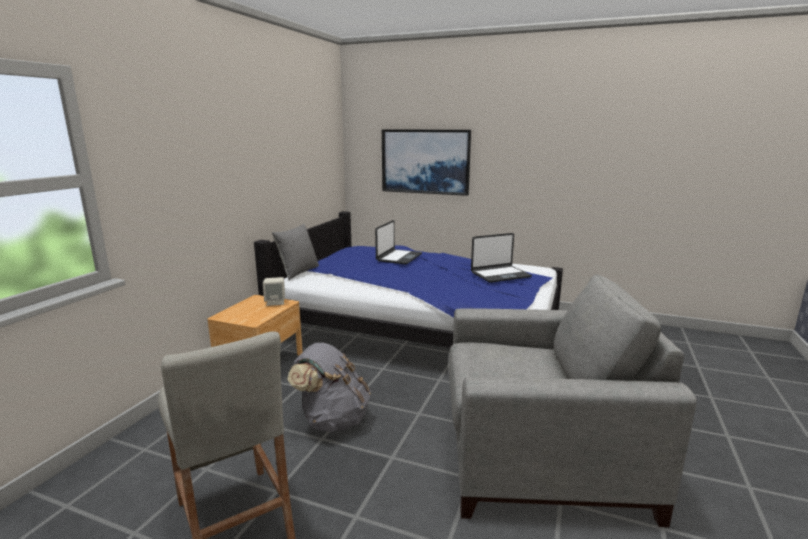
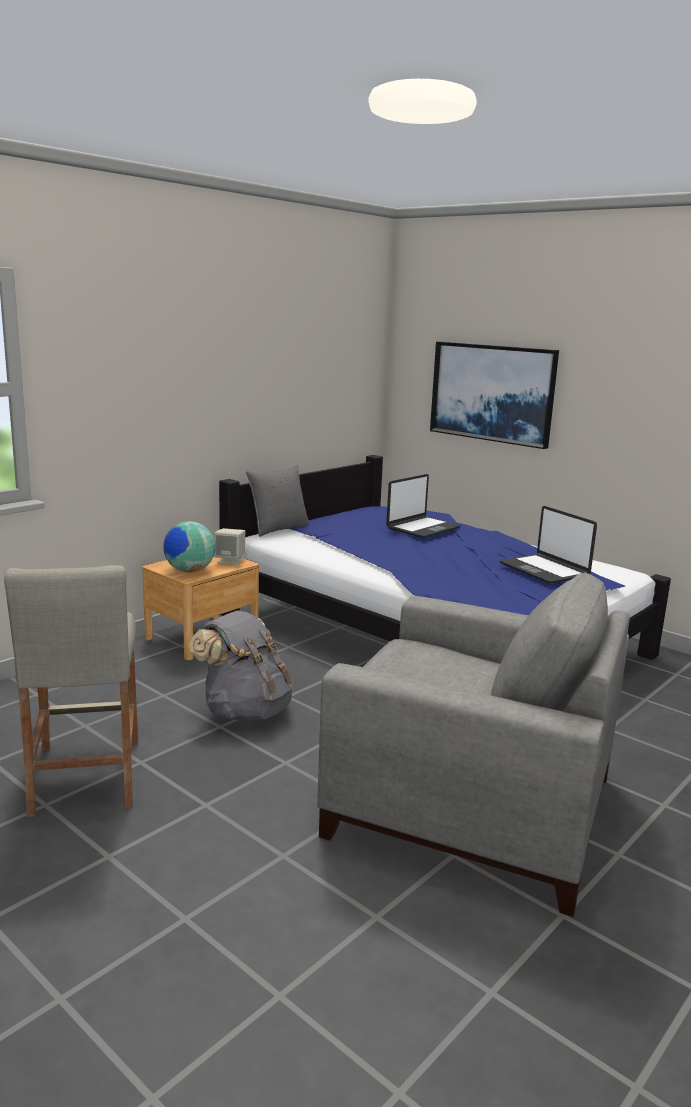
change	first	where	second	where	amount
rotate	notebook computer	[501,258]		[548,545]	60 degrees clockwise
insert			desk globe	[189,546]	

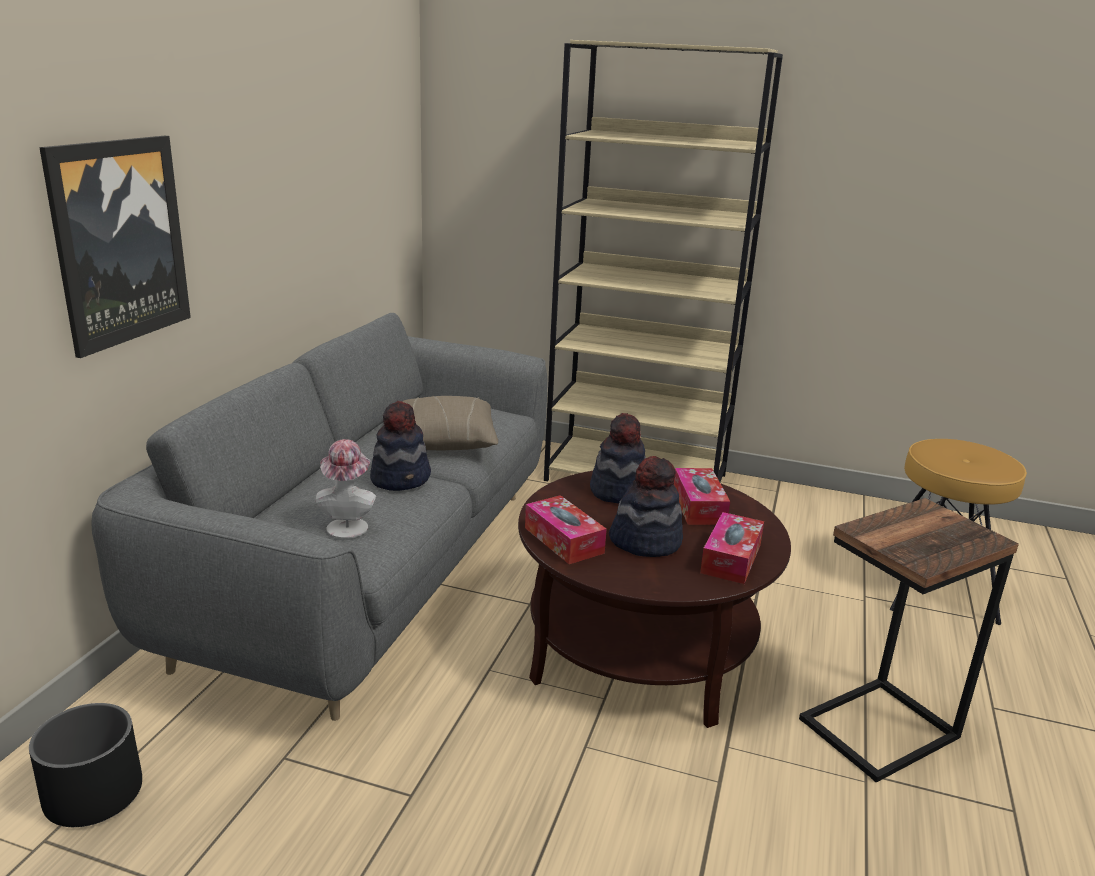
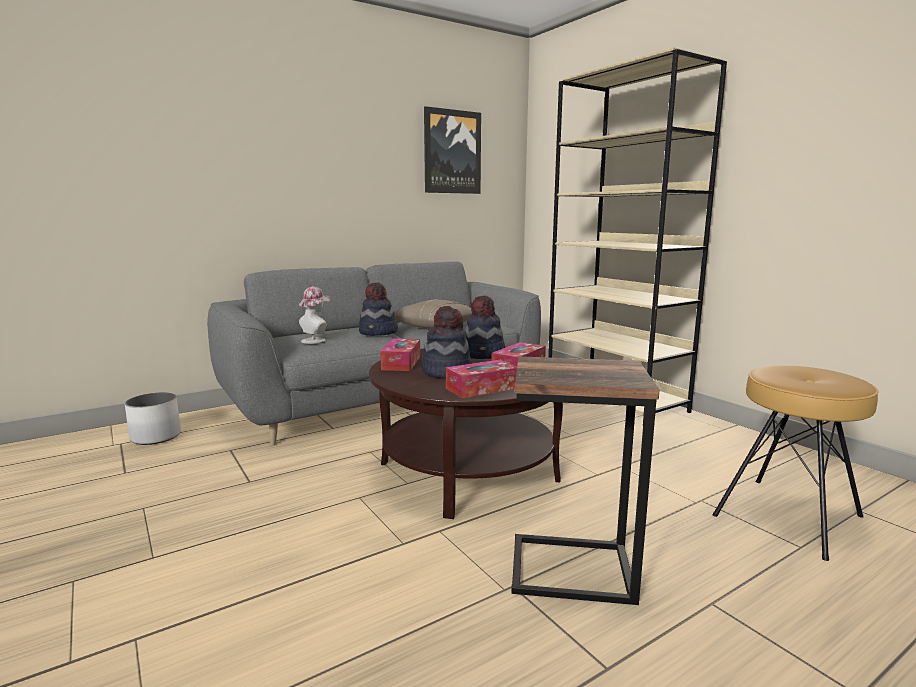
change	first	where	second	where	amount
recolor	blackish flower pot	[85,765]	whitish flower pot	[153,418]	
move	wall picture	[115,247]		[452,150]	

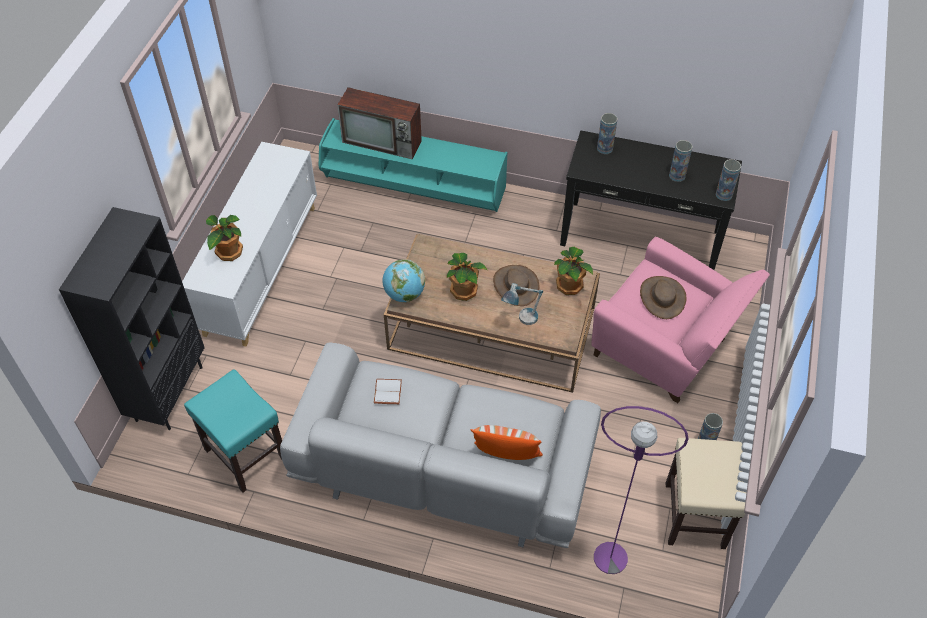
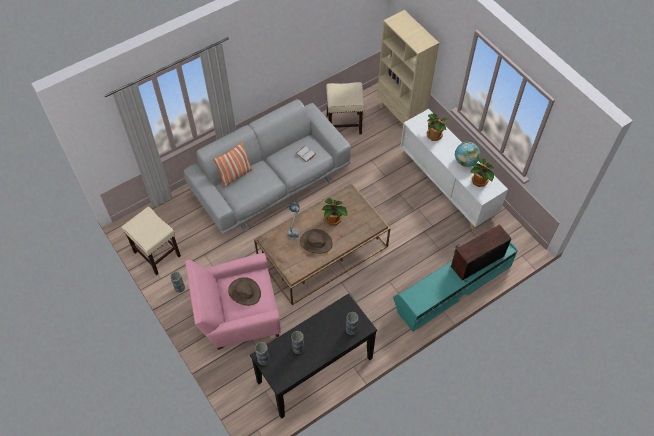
change	first	where	second	where	amount
recolor	blackish shelving unit	[132,318]	sand-coloured shelving unit	[408,67]	
recolor	blue-green stool	[233,431]	sand-coloured stool	[345,108]	
move	desk globe	[404,280]		[467,154]	
move	houseplant	[573,271]		[482,173]	
delete	purple-coloured standard lamp	[641,490]			

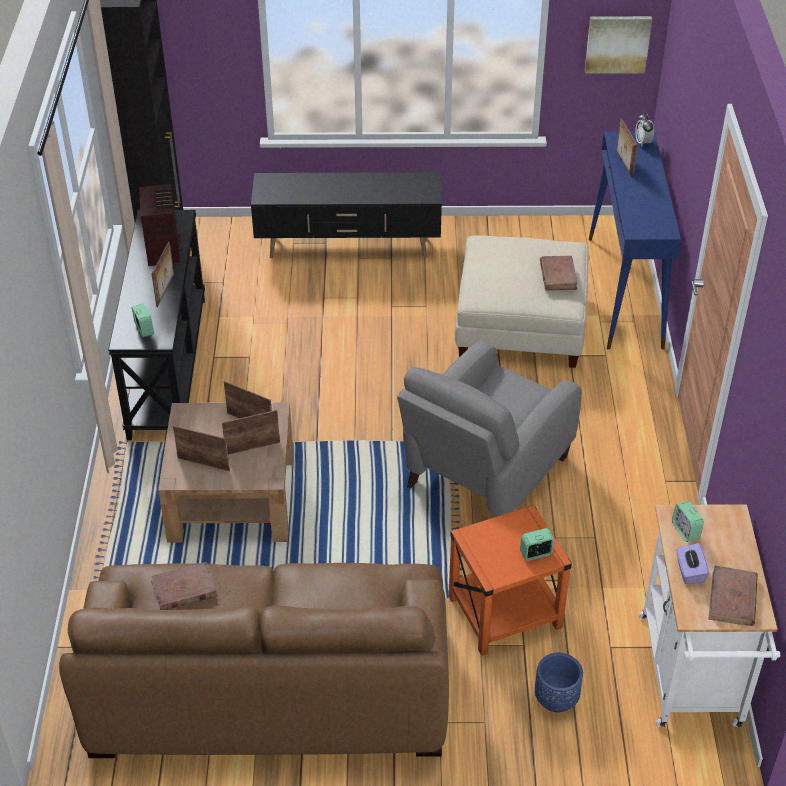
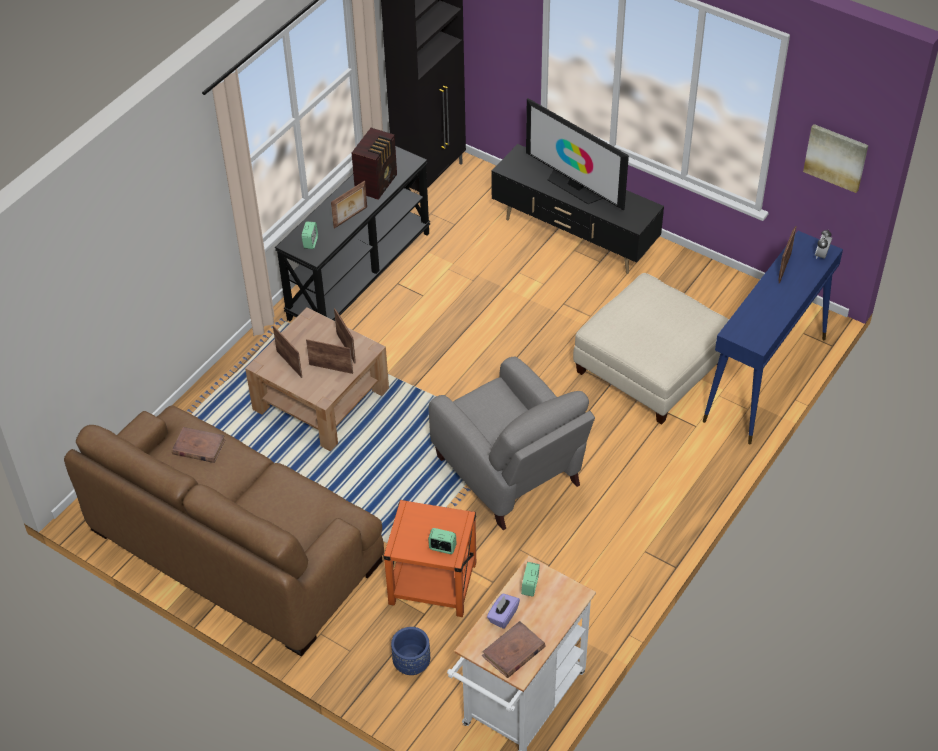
change	first	where	second	where	amount
rotate	grey easy chair	[489,428]		[512,443]	105 degrees counterclockwise
delete	brown volume	[559,273]			
insert			television	[577,154]	

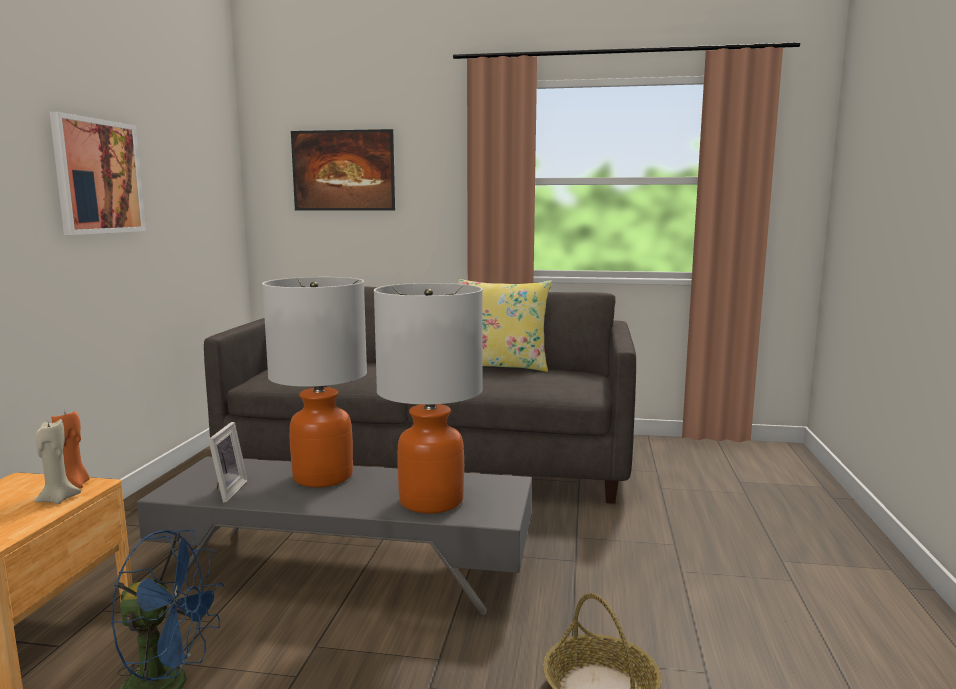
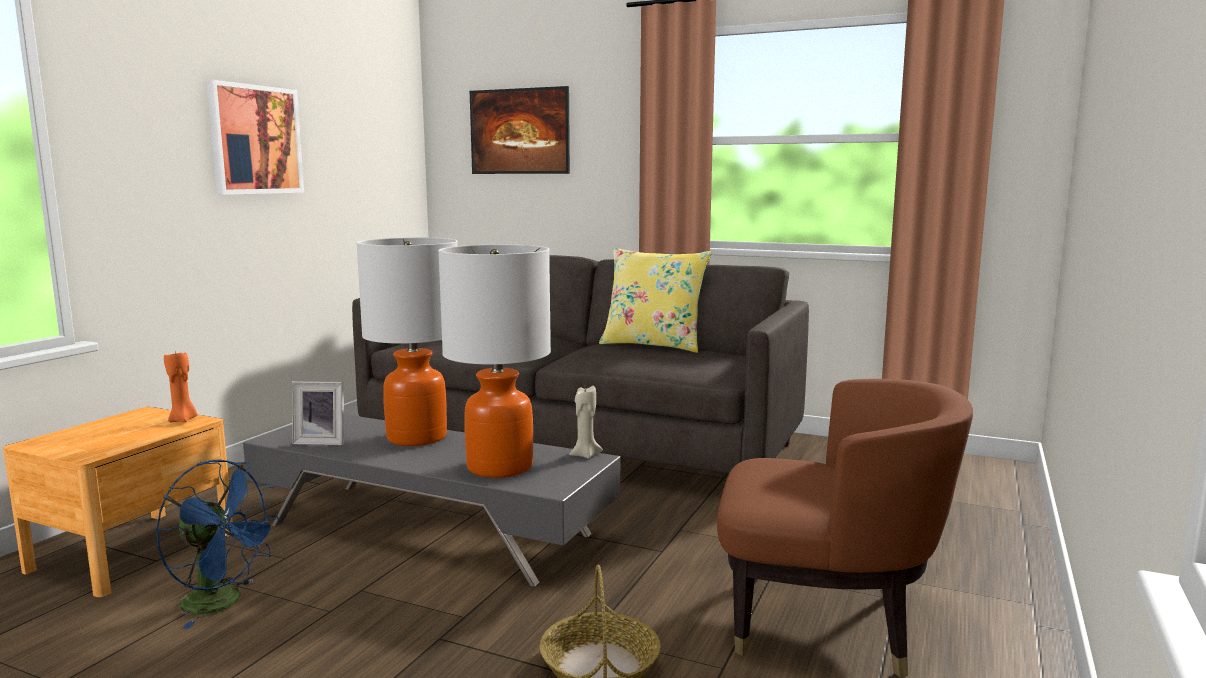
change	first	where	second	where	amount
move	sand-coloured candle	[57,461]		[586,422]	
rotate	standing frame	[228,462]		[318,413]	75 degrees clockwise
insert			brown easy chair	[845,528]	

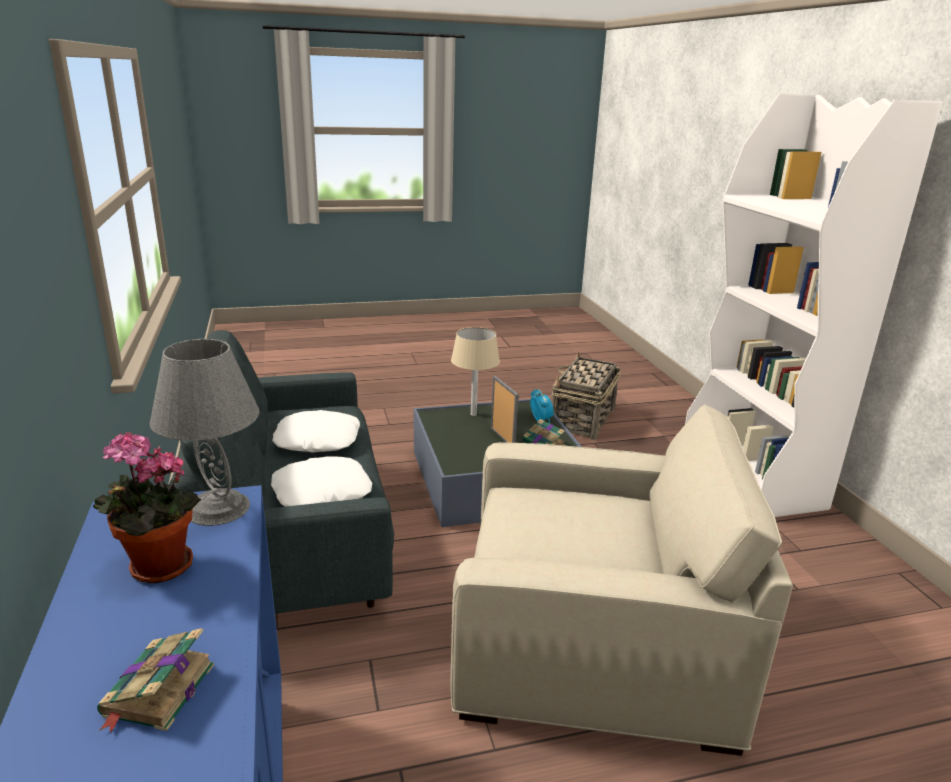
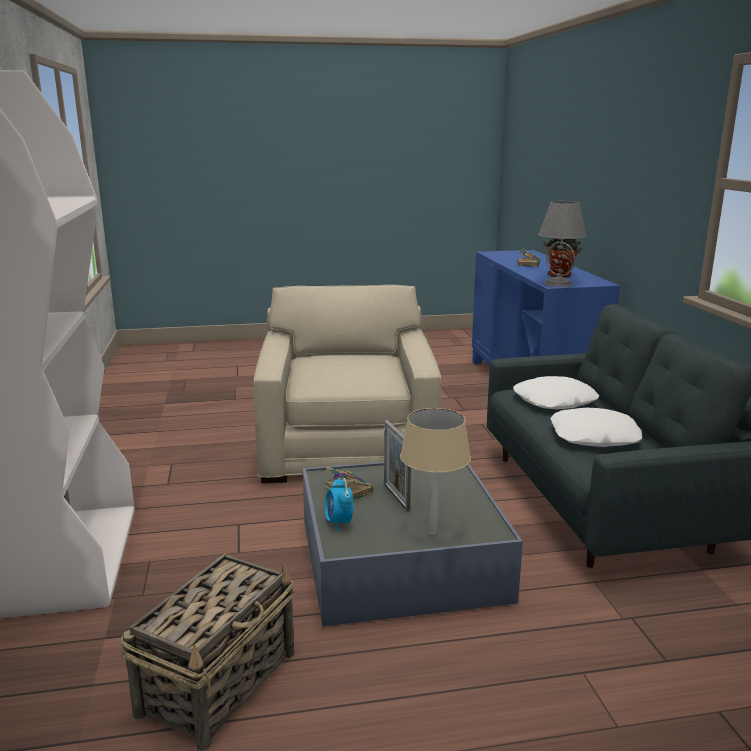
change	first	where	second	where	amount
rotate	sand-coloured easy chair	[621,580]		[347,384]	75 degrees clockwise

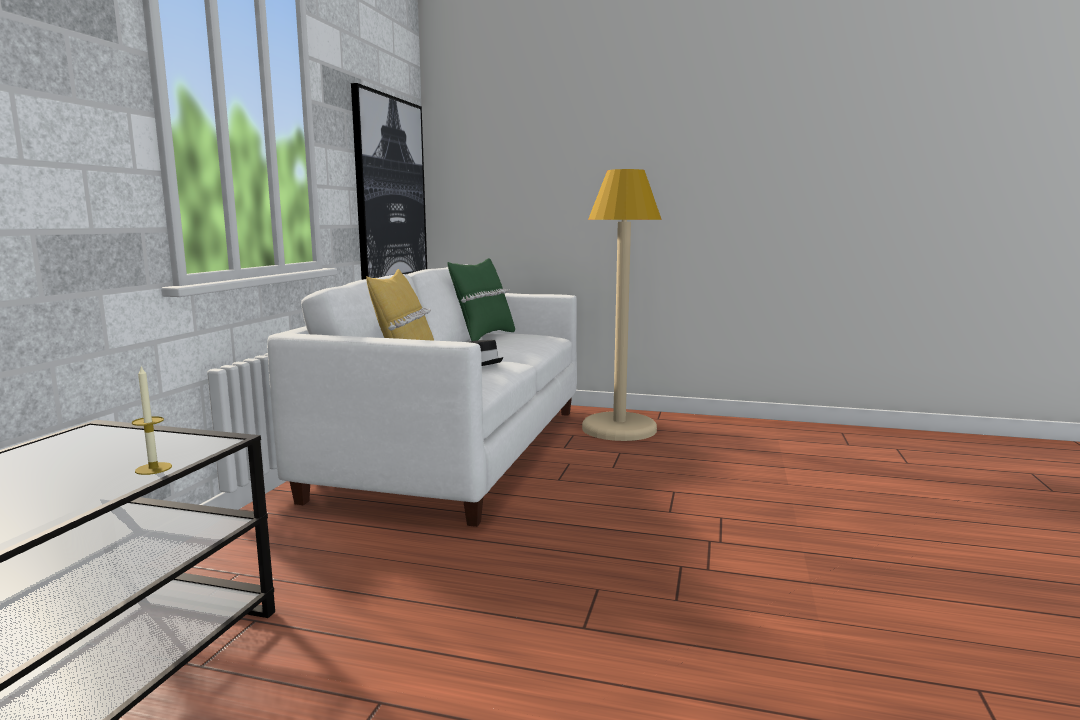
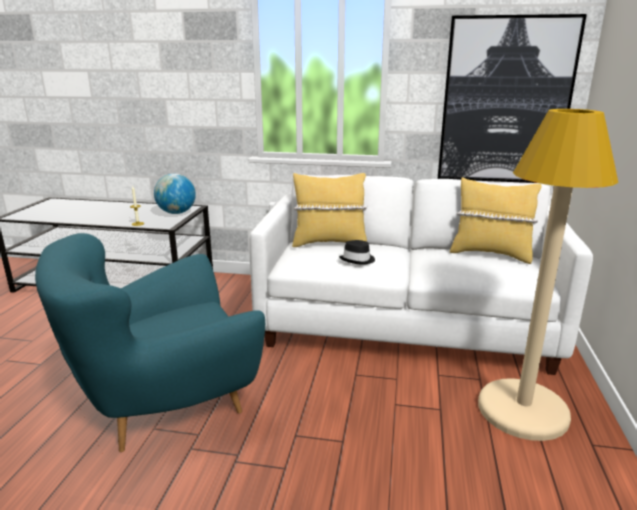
change	first	where	second	where	amount
recolor	green throw pillow	[481,299]	yellow throw pillow	[496,220]	
insert			blue-green easy chair	[150,342]	
insert			desk globe	[175,194]	

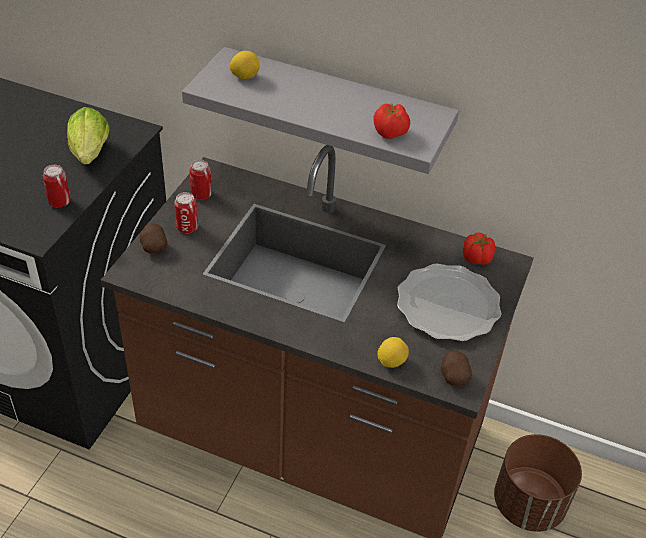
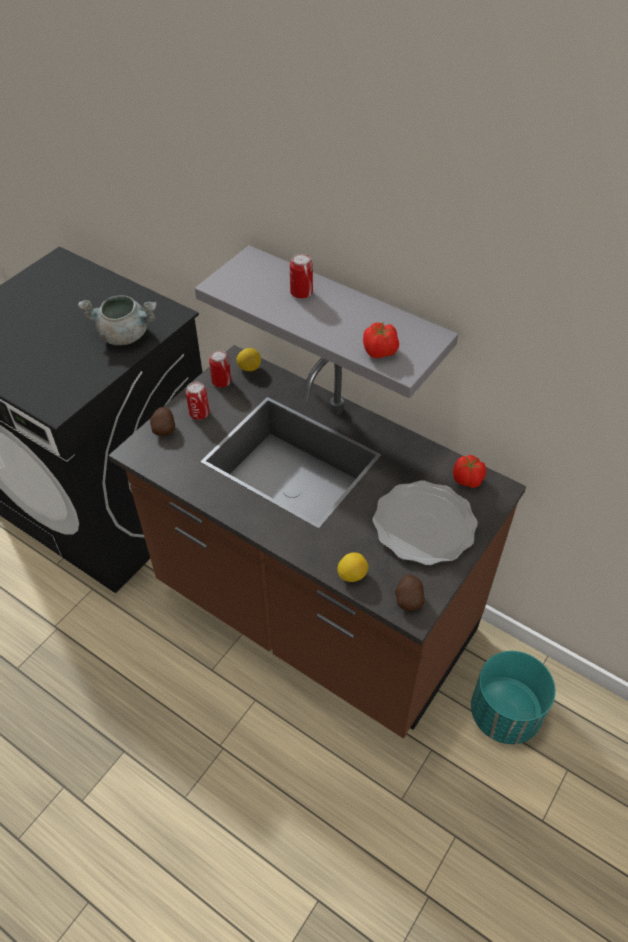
change	first	where	second	where	amount
move	sealed can	[57,186]		[301,276]	
replace	lettuce	[88,135]	grey stockpot	[117,320]	
move	citrus fruit	[245,65]		[249,359]	
recolor	brown flower pot	[538,483]	blue-green flower pot	[513,697]	

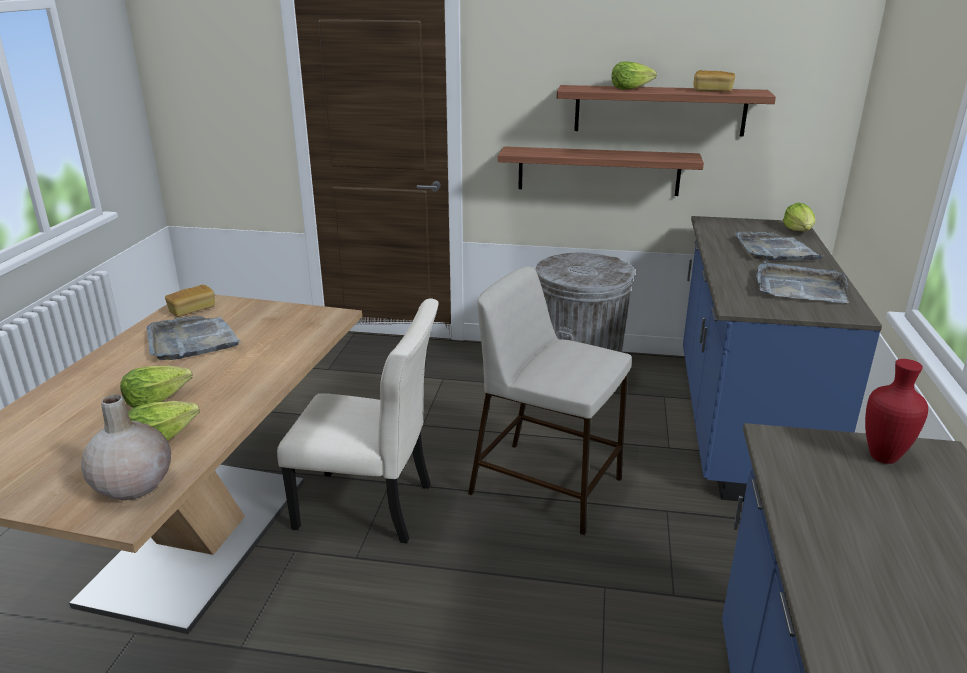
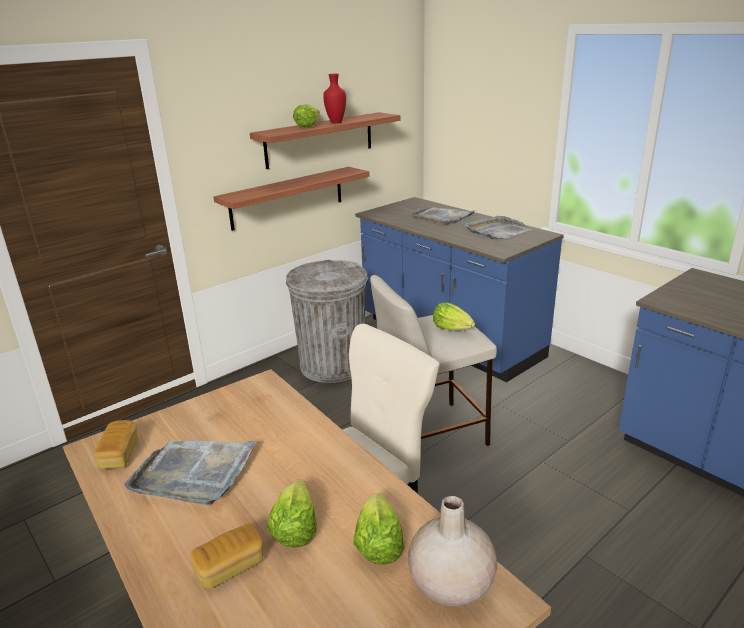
change	first	where	second	where	amount
move	baked bread	[714,81]		[226,556]	
move	lettuce	[799,217]		[454,316]	
move	red-coloured vase	[896,411]		[334,98]	

